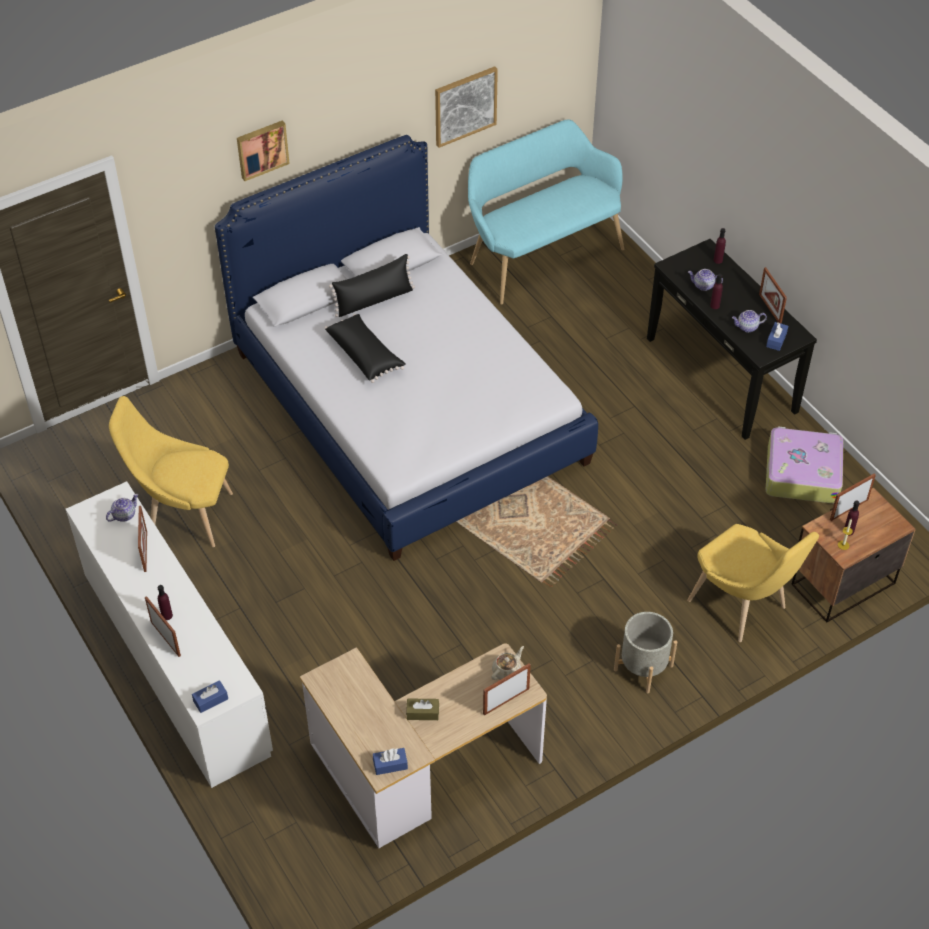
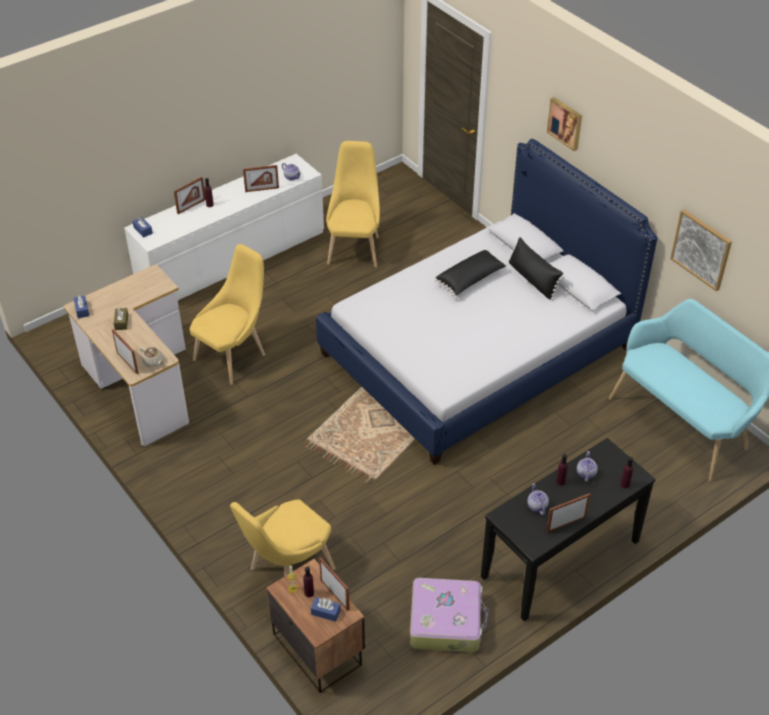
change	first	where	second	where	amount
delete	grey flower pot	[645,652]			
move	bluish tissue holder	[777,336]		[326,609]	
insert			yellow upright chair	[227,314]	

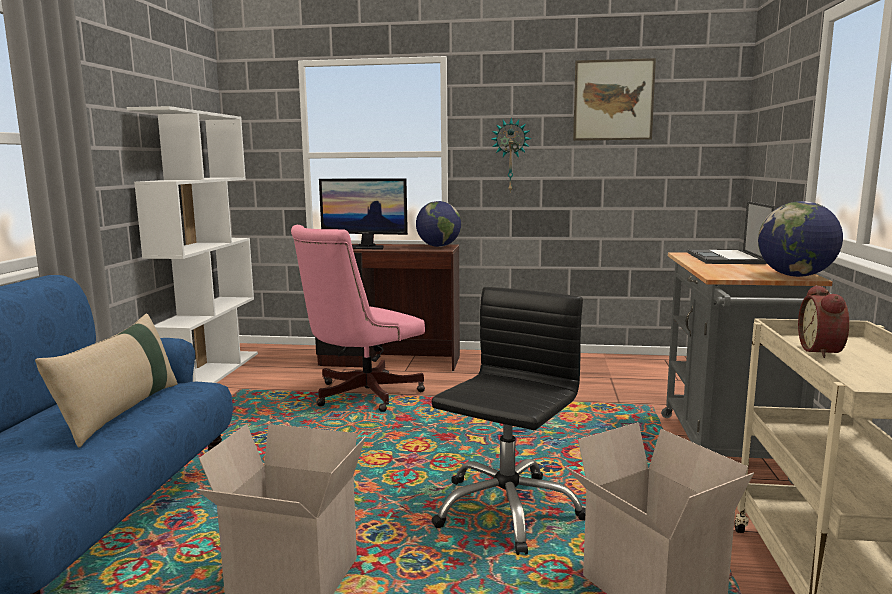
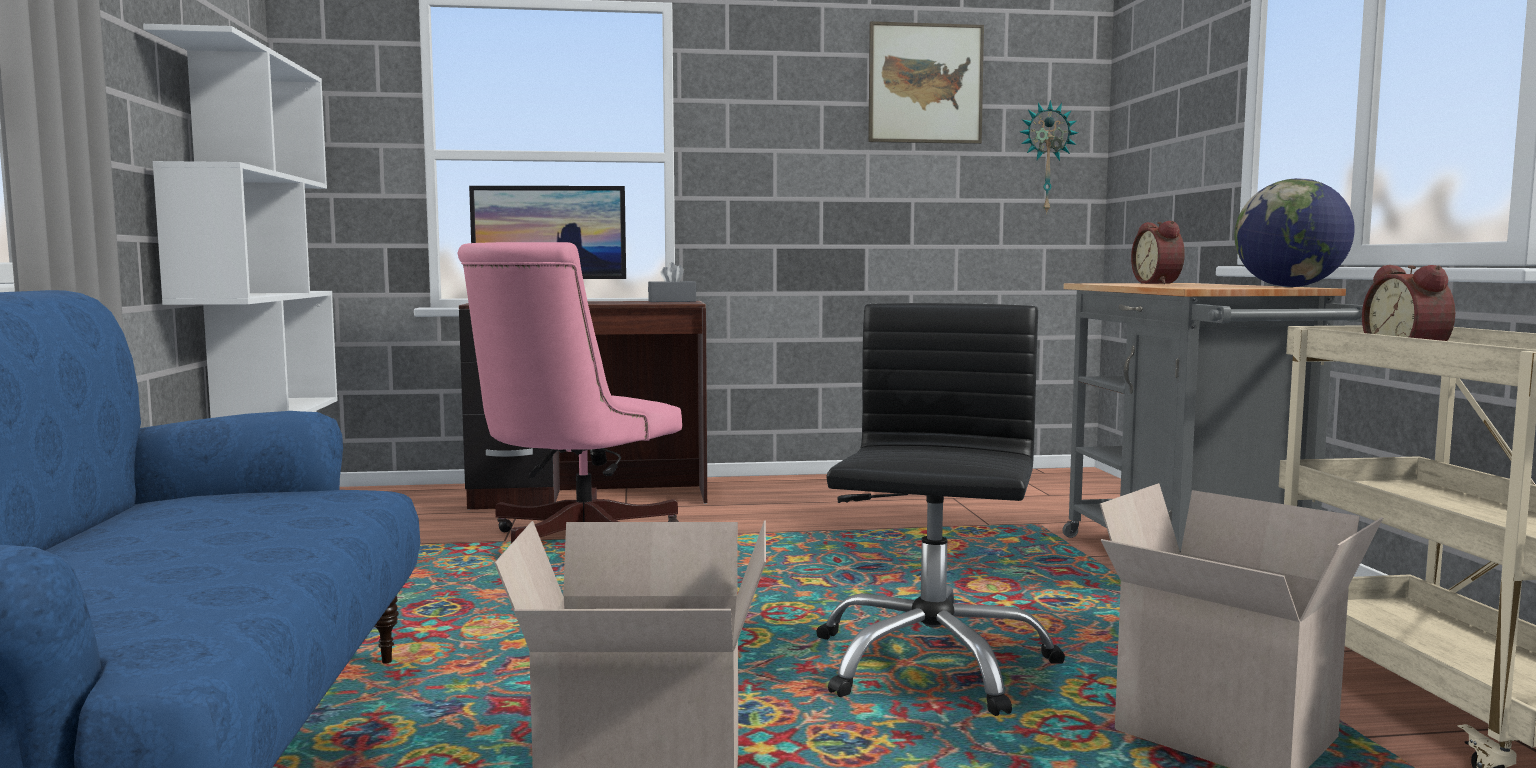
change	first	where	second	where	amount
delete	sand-coloured throw pillow	[106,381]			
replace	desk globe	[438,224]	grey tissue holder	[672,282]	
move	hanging clock	[511,155]		[1049,157]	
replace	notebook computer	[731,232]	alarm clock	[1158,252]	

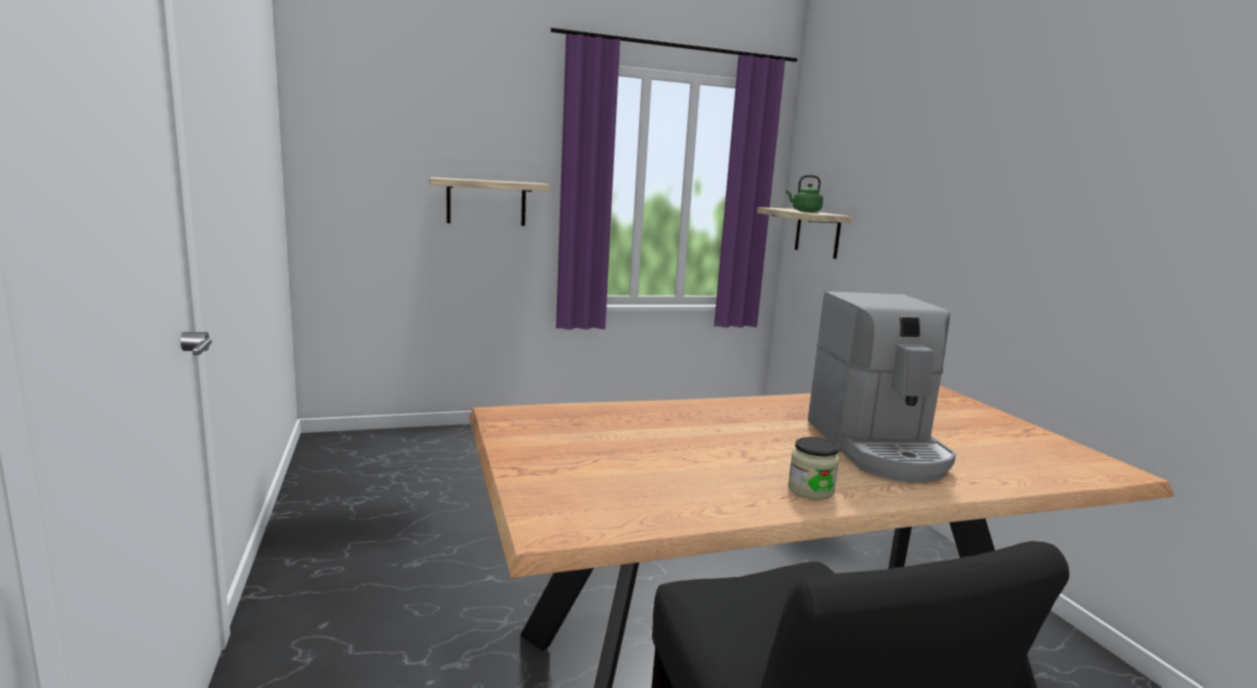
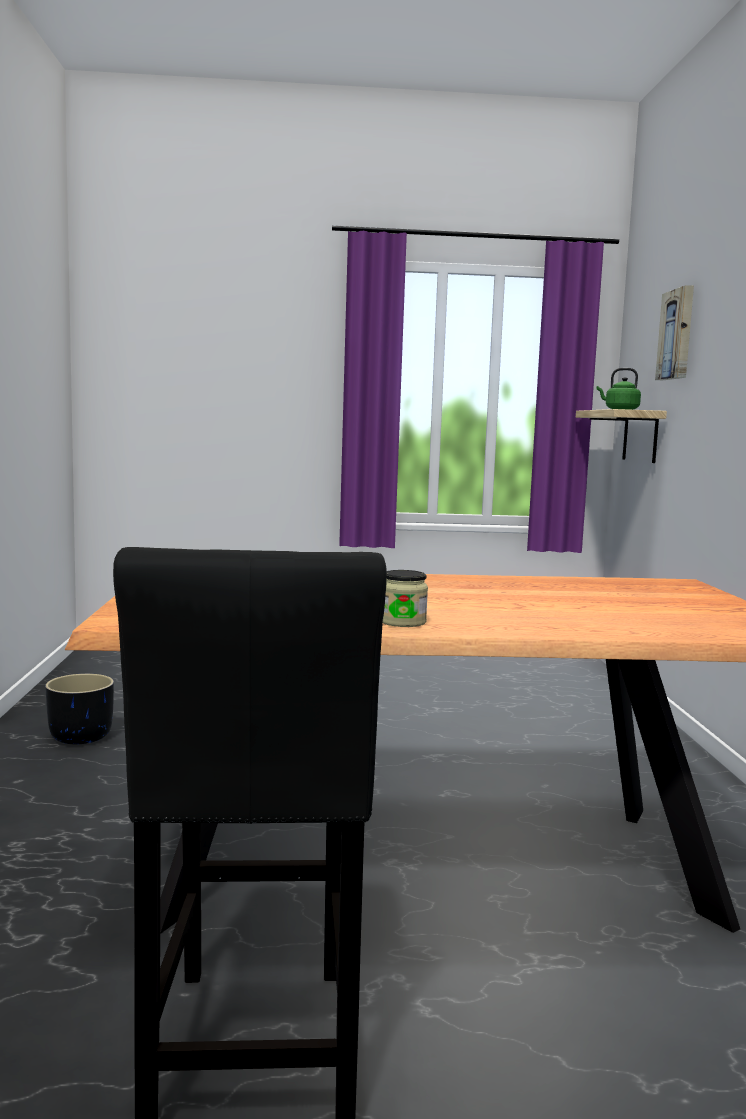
change	first	where	second	where	amount
delete	wall shelf	[489,201]			
delete	coffee brewer	[882,387]			
insert			blackish flower pot	[79,709]	
insert			wall picture	[674,332]	

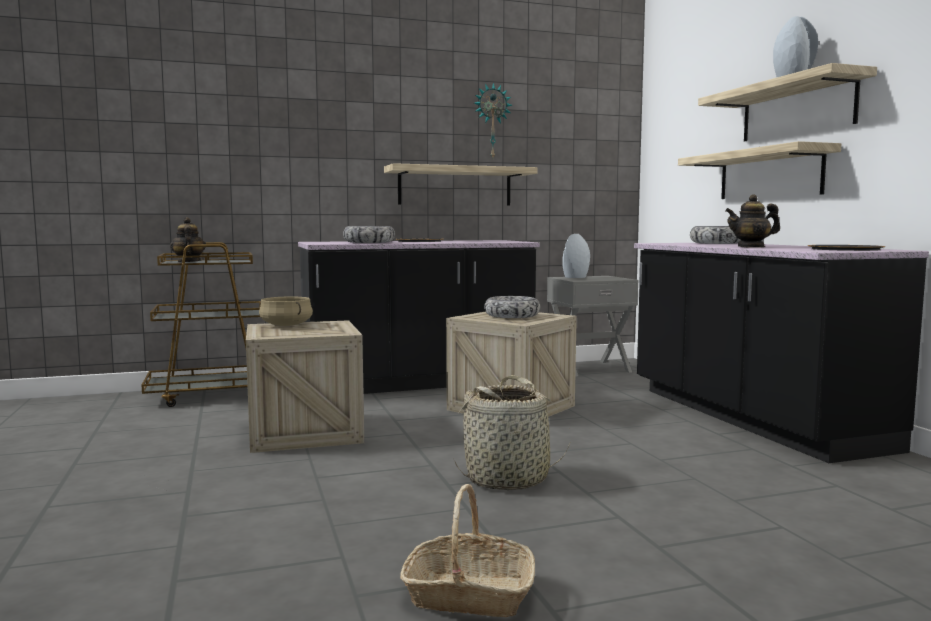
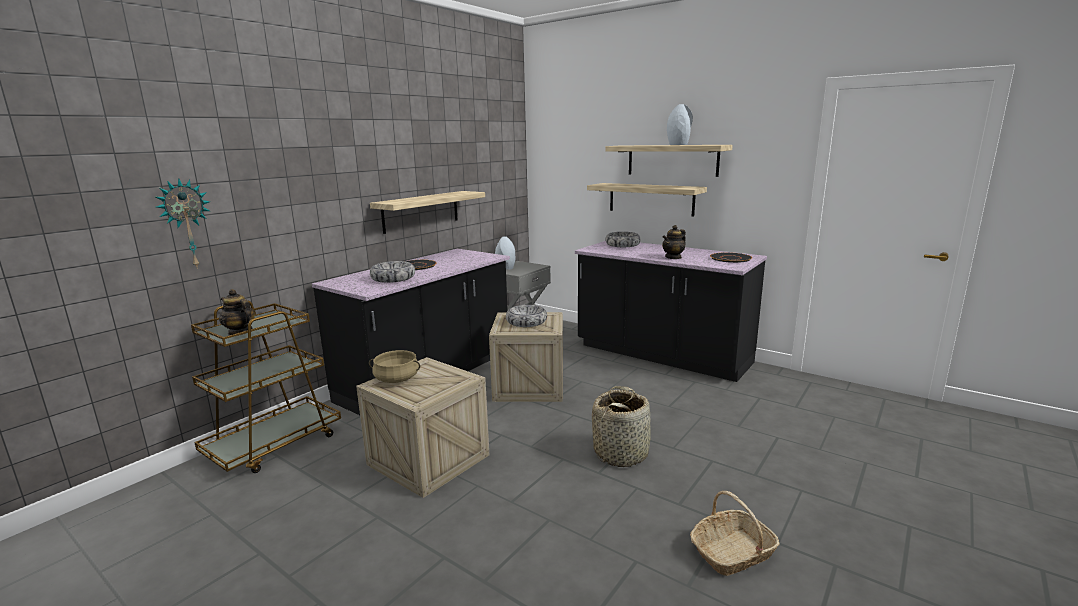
change	first	where	second	where	amount
move	hanging clock	[493,120]		[183,223]	

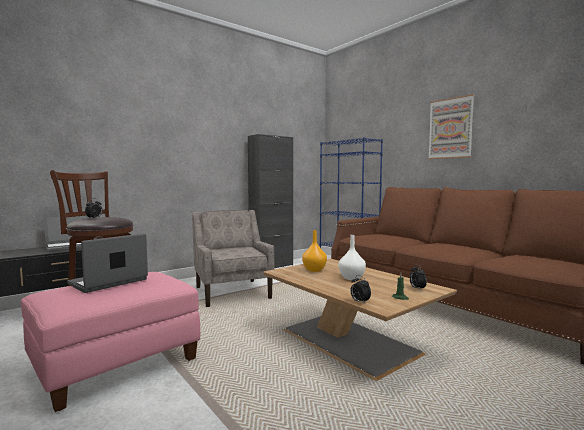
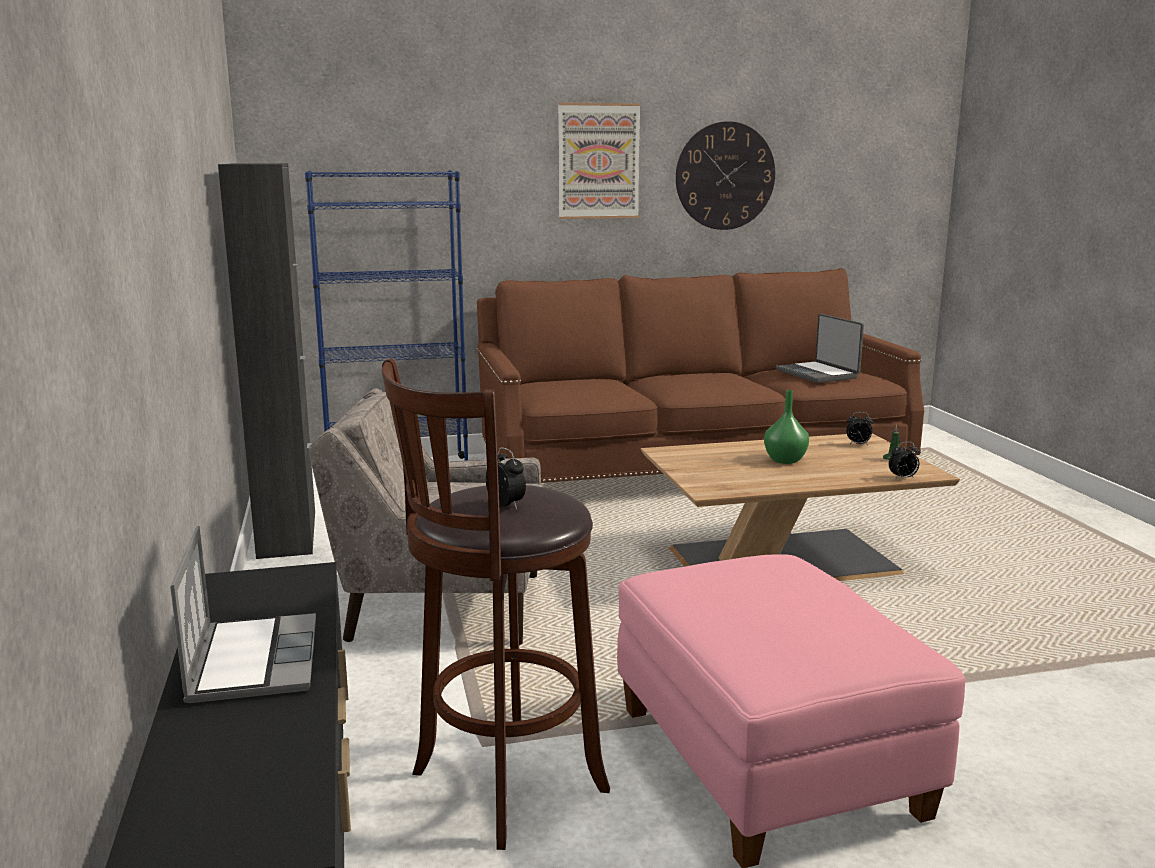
change	first	where	second	where	amount
move	notebook computer	[107,263]		[820,348]	
delete	orange-coloured vase	[314,251]			
recolor	whitish vase	[352,257]	green vase	[786,427]	
insert			hanging clock	[725,175]	

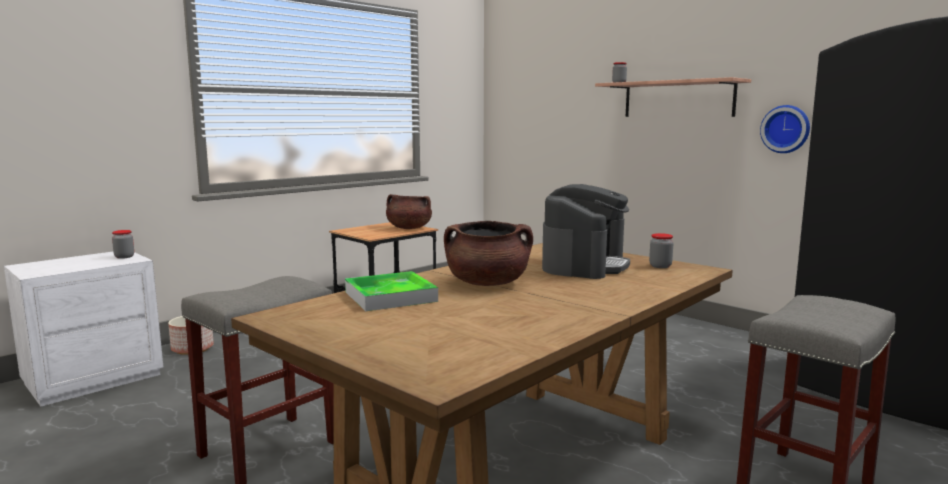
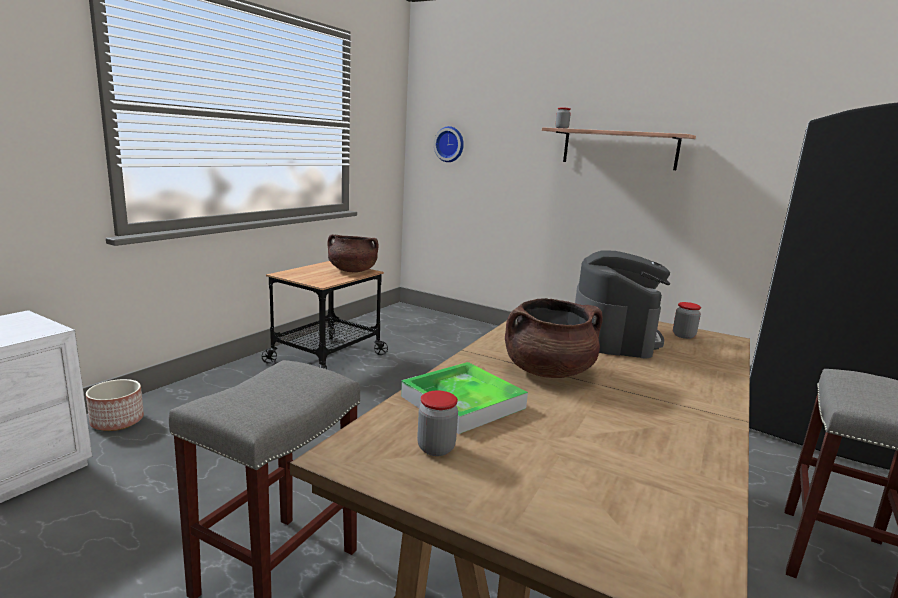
change	first	where	second	where	amount
move	preserve jar	[123,244]		[437,423]	
move	hanging clock	[785,129]		[449,144]	

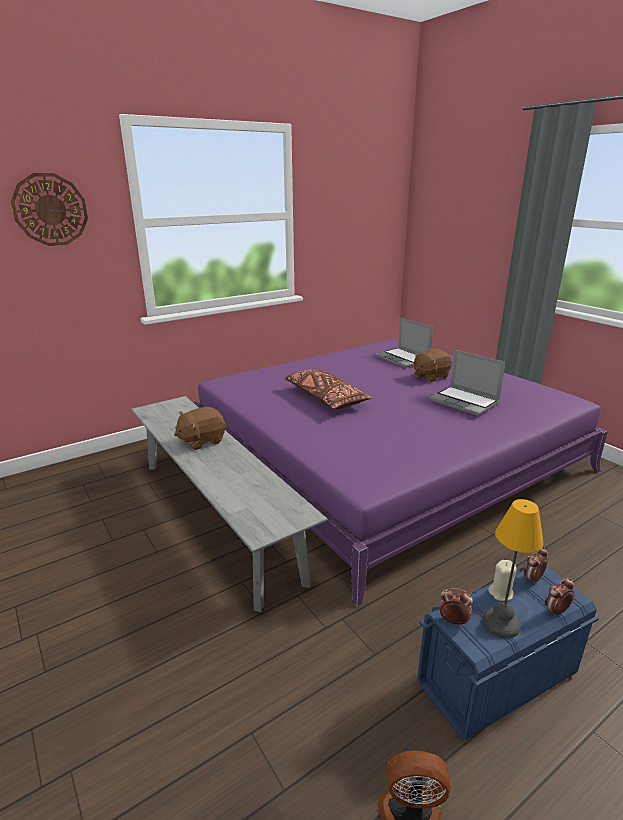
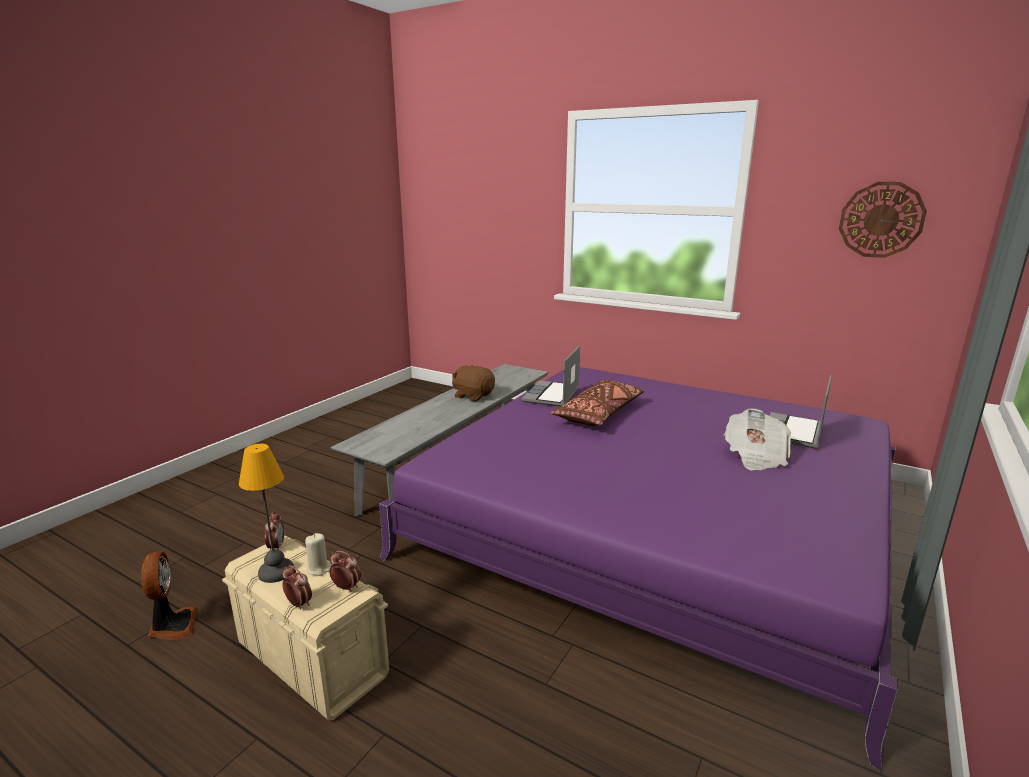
change	first	where	second	where	amount
move	hanging clock	[49,209]		[883,220]	
replace	brown cuddly toy	[433,365]	printed paper	[757,439]	
recolor	bluish storage box	[508,653]	sand-coloured storage box	[305,627]	
move	notebook computer	[467,383]		[550,376]	

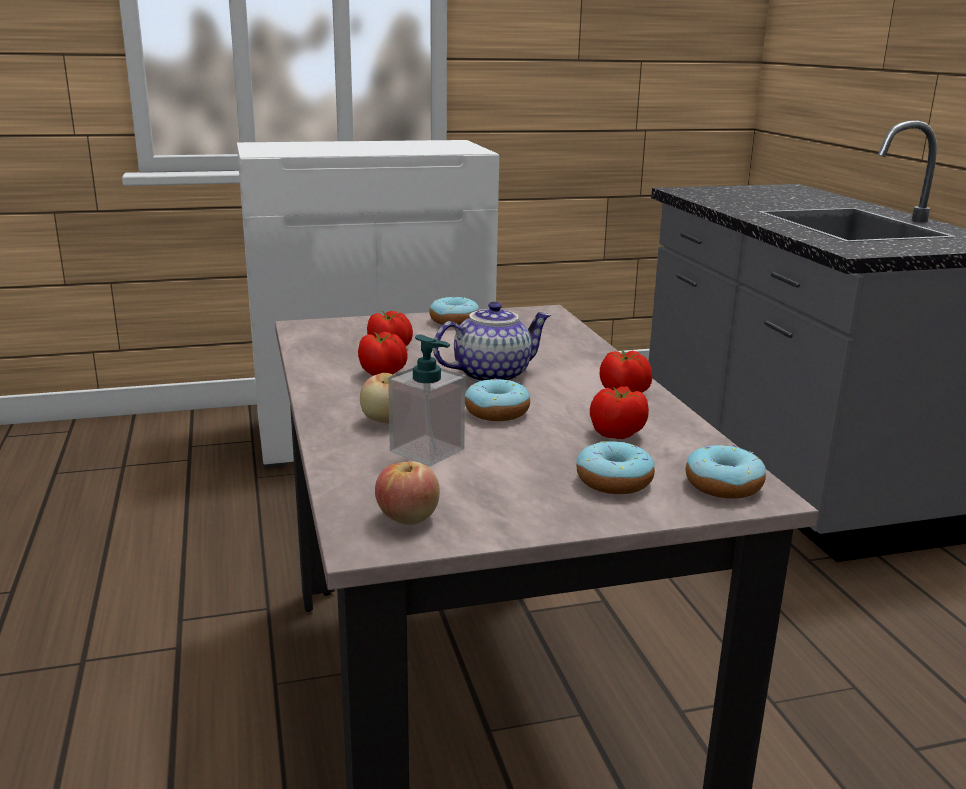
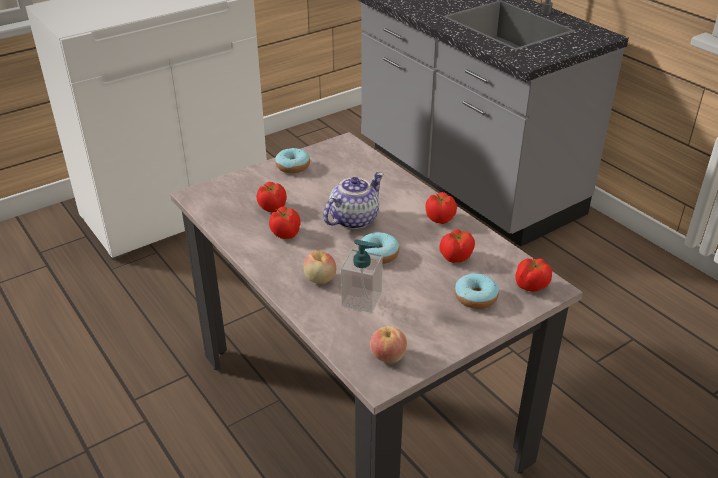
change	first	where	second	where	amount
replace	donut	[726,472]	fresh tomato	[533,275]	

